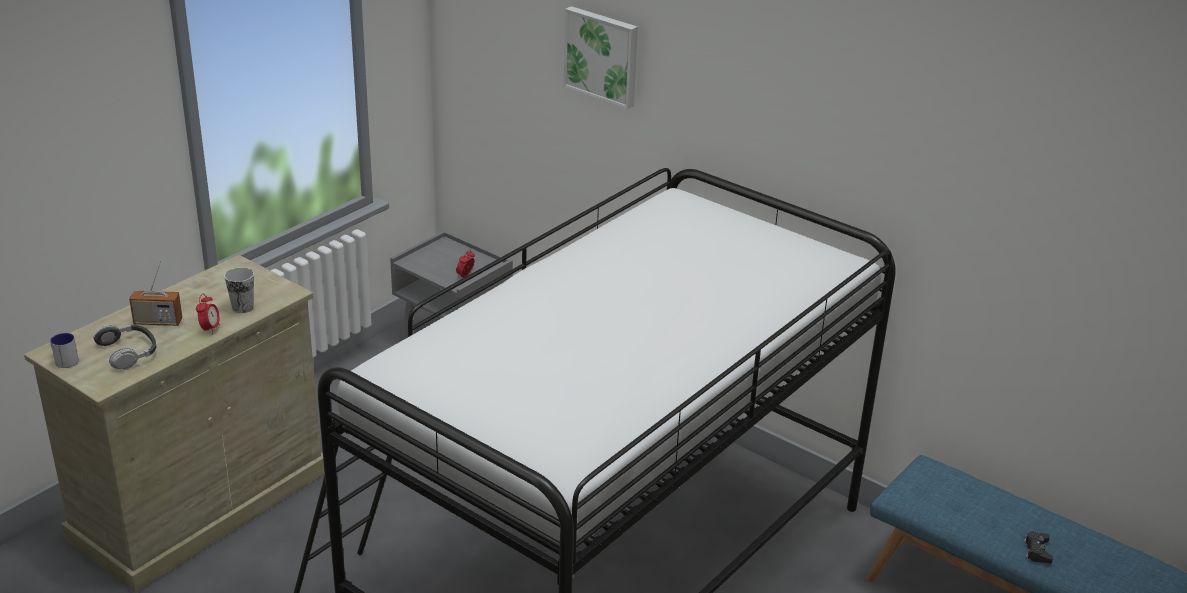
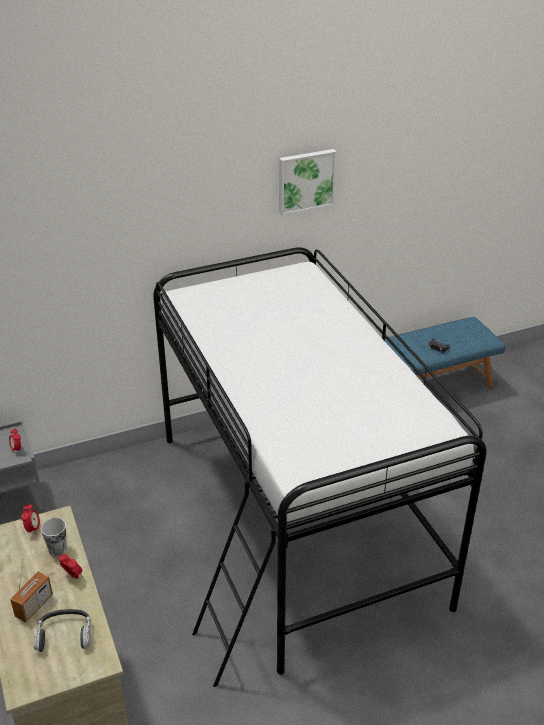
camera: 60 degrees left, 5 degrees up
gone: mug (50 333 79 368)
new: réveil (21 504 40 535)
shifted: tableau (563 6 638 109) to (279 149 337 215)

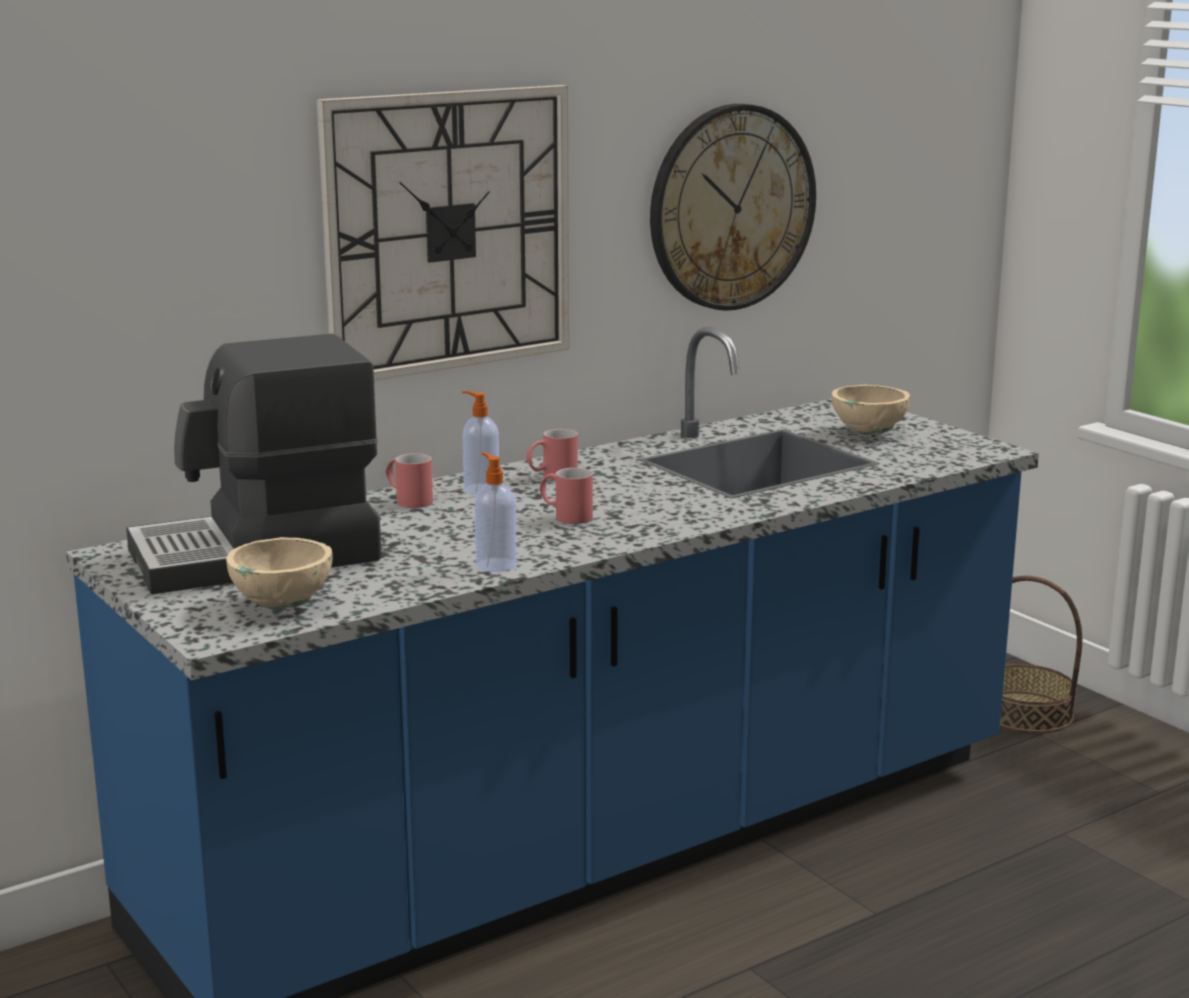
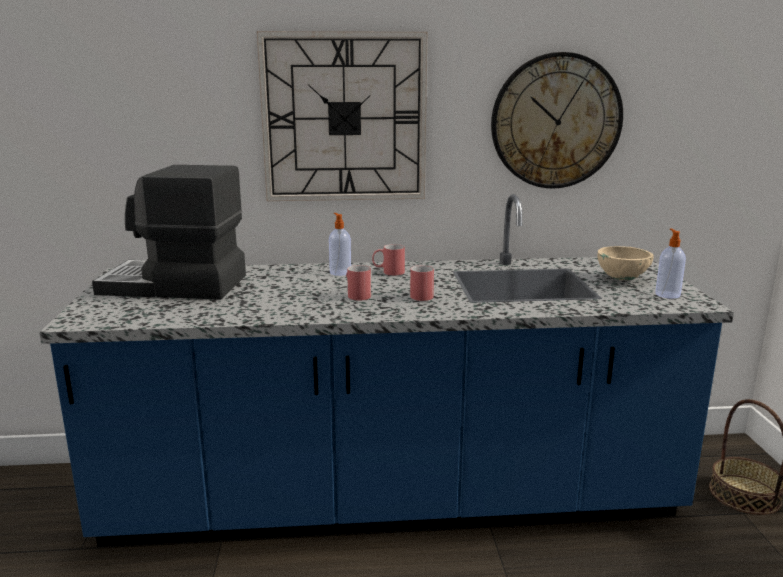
camera: 30 degrees right, 0 degrees up
gone: bol/beige (226 537 333 610)
shifted: mug/rouge (385 453 433 508) to (410 265 434 301); distributeur de savon (474 452 517 572) to (655 229 686 299)

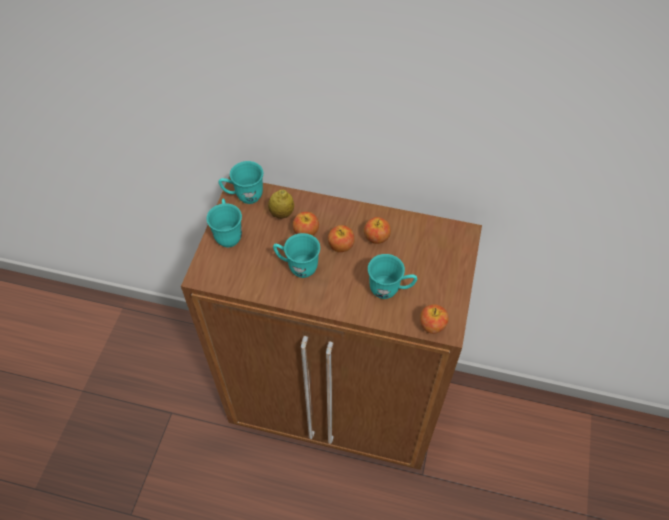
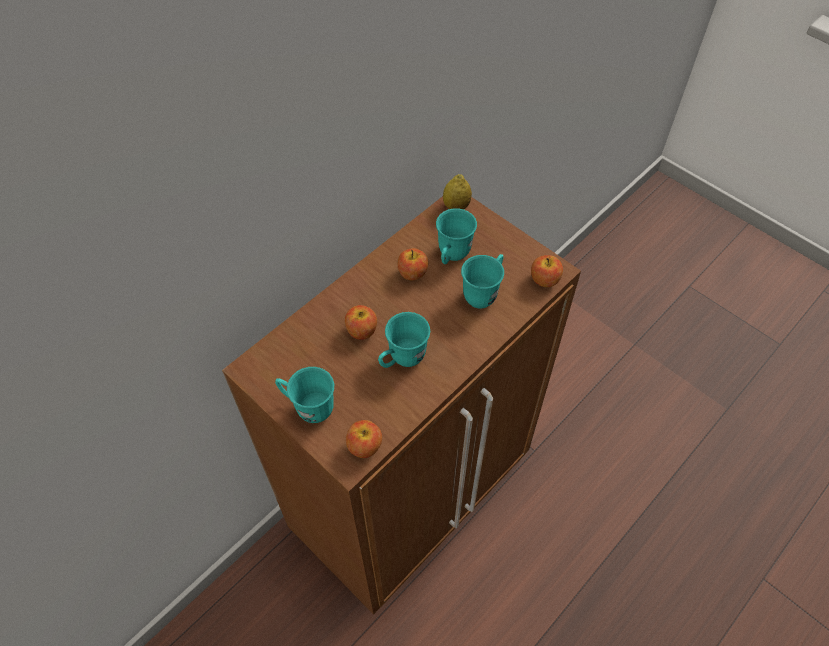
camera: 60 degrees left, 0 degrees up
shifted: mug/turquoise (218 161 263 204) to (436 208 477 264); citron (268 190 294 219) to (443 174 472 209); pomme (328 225 355 252) to (346 420 382 458)

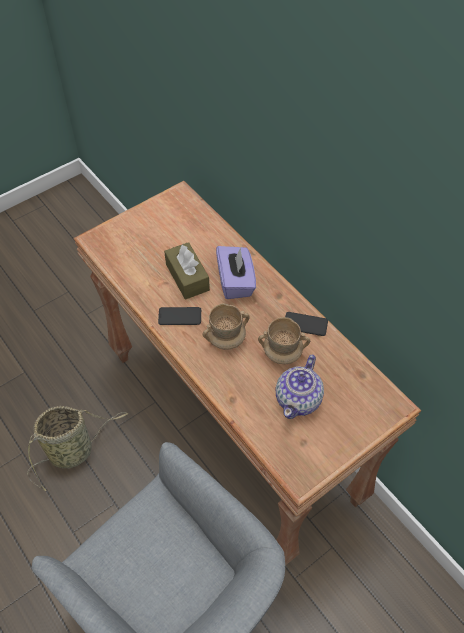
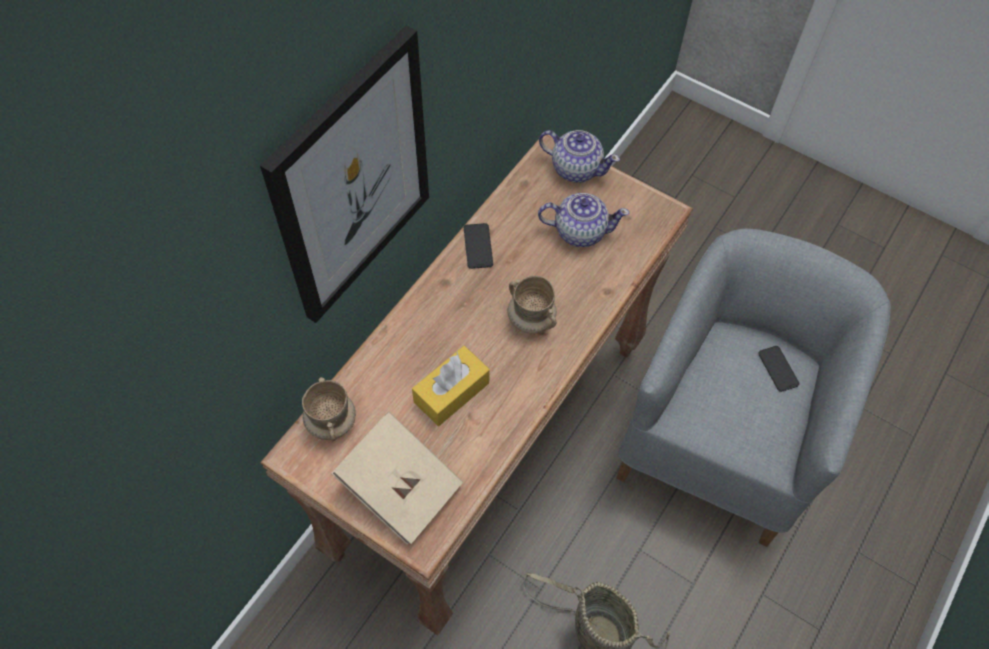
camera: 110 degrees left, 5 degrees up
gone: boîte à mouchoirs/violet (216 246 256 299)
new: tableau (260 26 429 323); livre/beige (331 412 463 545); théière (539 130 620 183)
shifted: téléphone (158 307 201 325) to (758 346 799 392); mug/beige (258 317 310 364) to (302 377 356 441)
repainted: boîte à mouchoirs/marron (164 242 210 300) to boîte à mouchoirs/jaune (412 346 490 426)

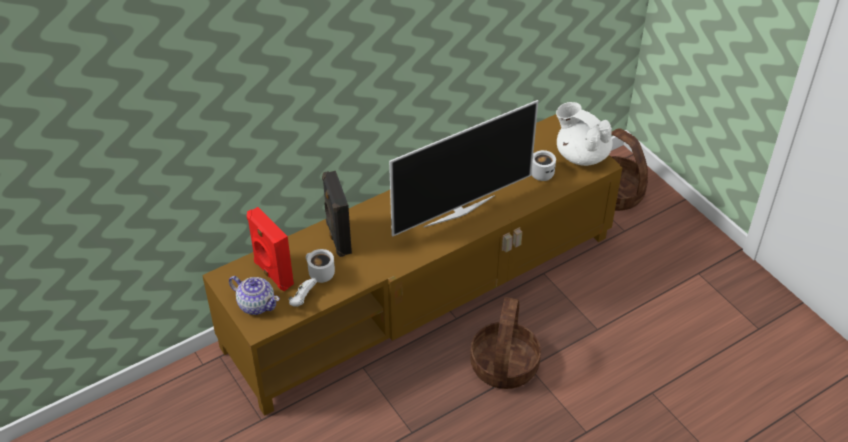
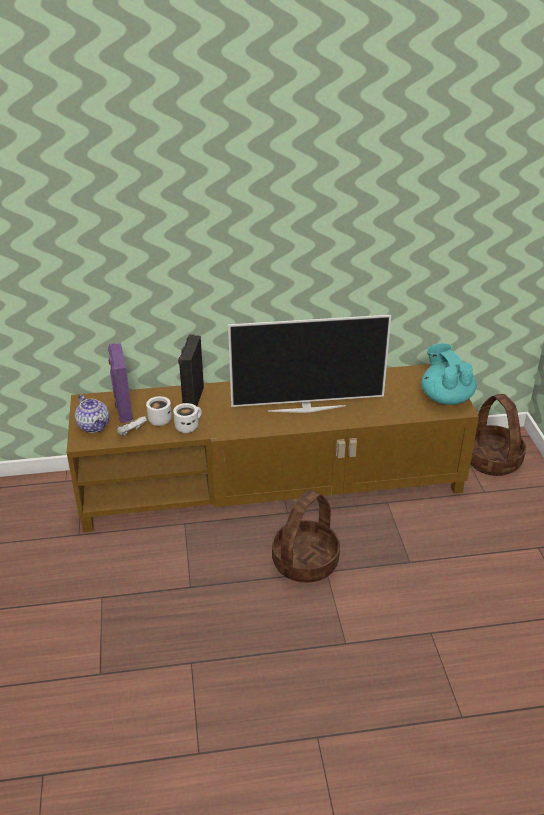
camera: 25 degrees right, 10 degrees down
shifted: mug/blanc (531 150 556 181) to (173 403 202 433)
repainted: enceinte/rouge (247 207 294 291) to enceinte/violet (108 343 133 423); théière/blanc (556 102 613 166) to théière/turquoise (421 343 477 405)

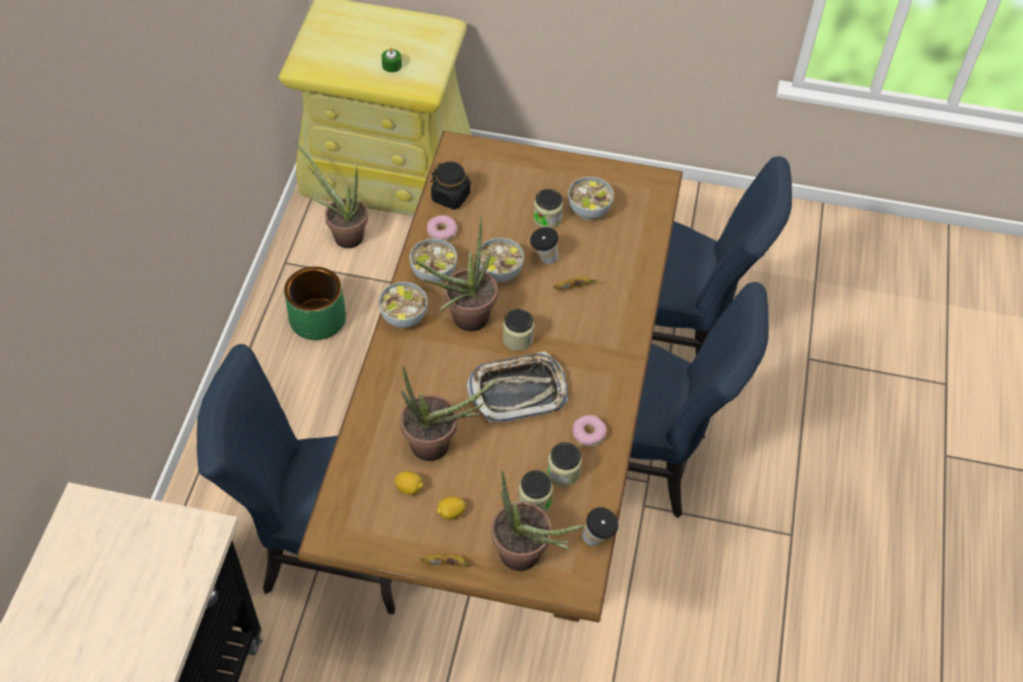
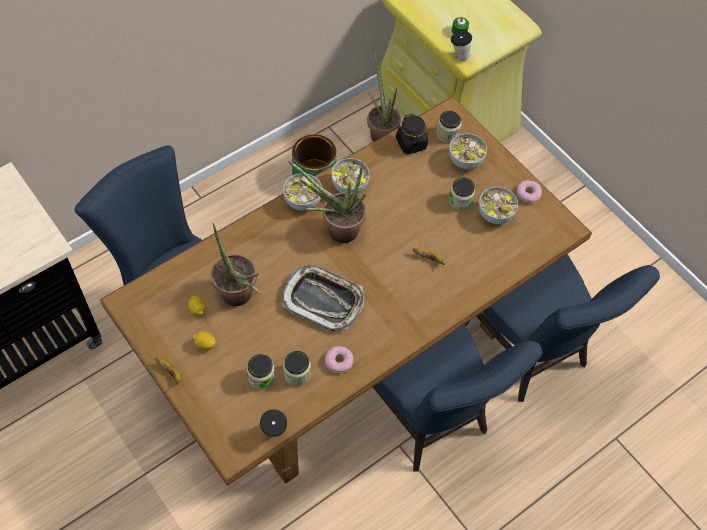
camera: 40 degrees right, 5 degrees up
gone: plante en pot (491 469 585 571)
shifted: beignet (427 215 457 241) to (516 180 542 204); bol (479 238 524 282) to (449 133 487 169); bocal (503 309 534 351) to (436 111 462 143); tasse (530 227 558 264) to (451 31 472 61)

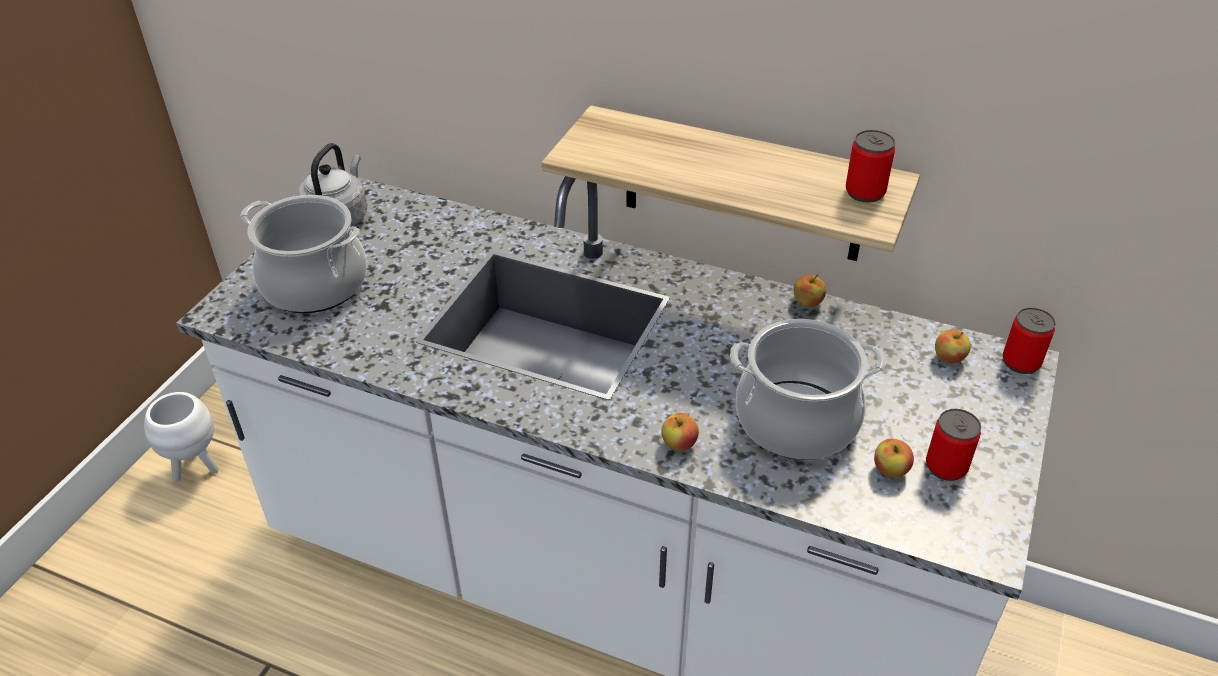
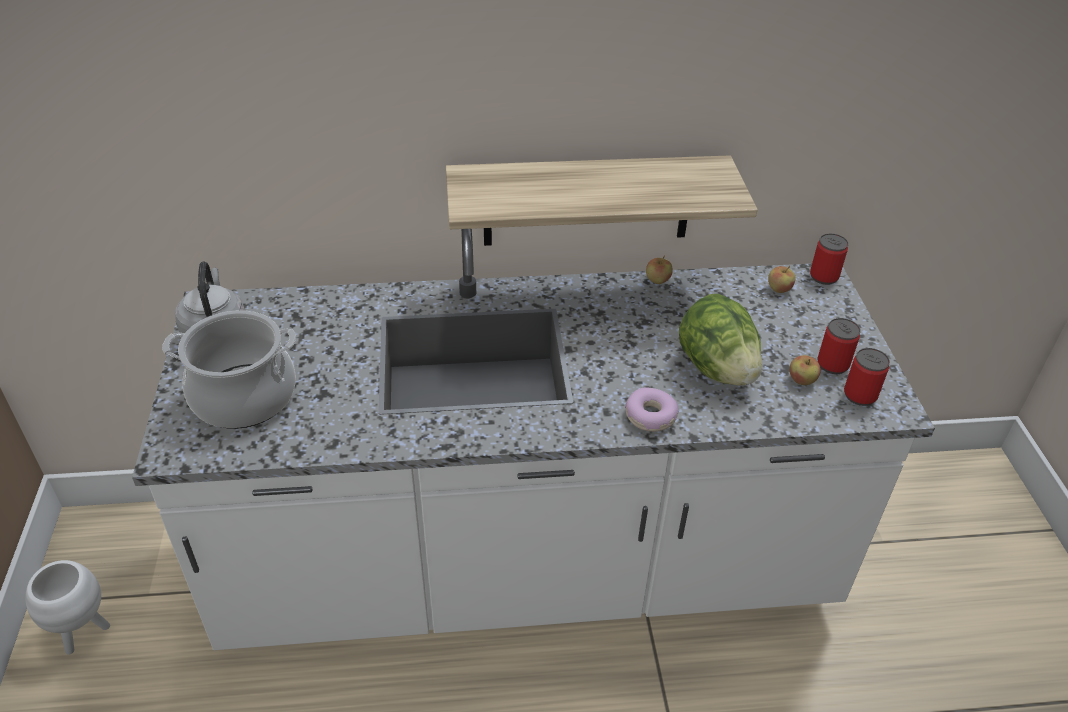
camera: 30 degrees left, 0 degrees up
shifted: boîte métallique (846 130 895 203) to (844 348 890 406)
swapped: pomme (661 413 699 451) to beignet (625 388 679 432); marmite (730 319 886 460) to laitue (679 294 762 386)

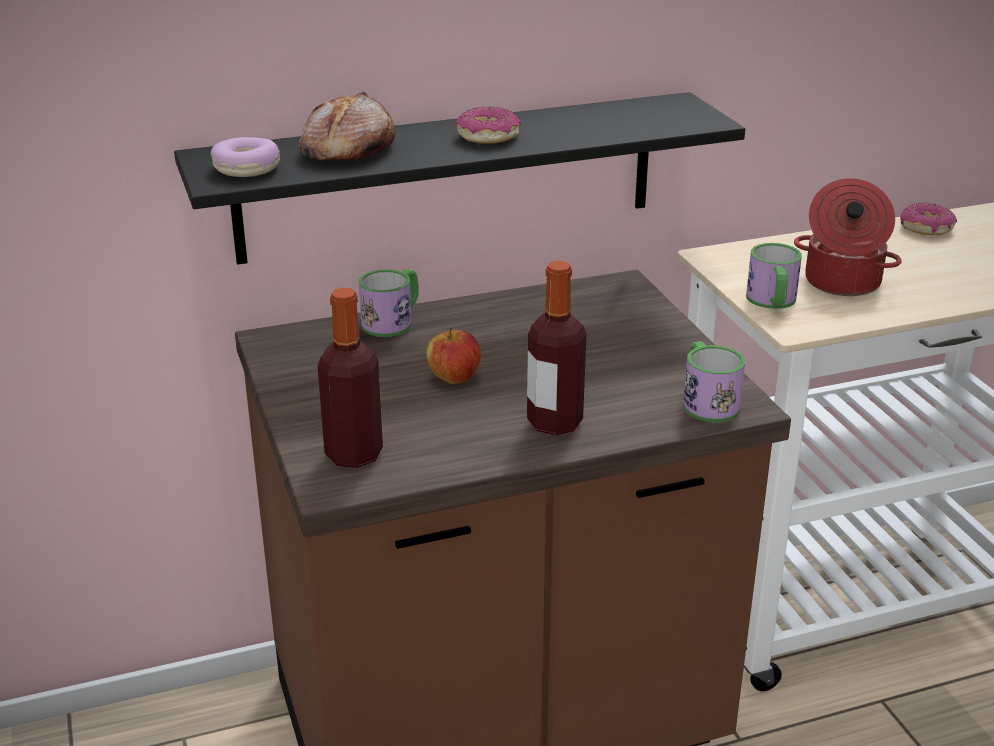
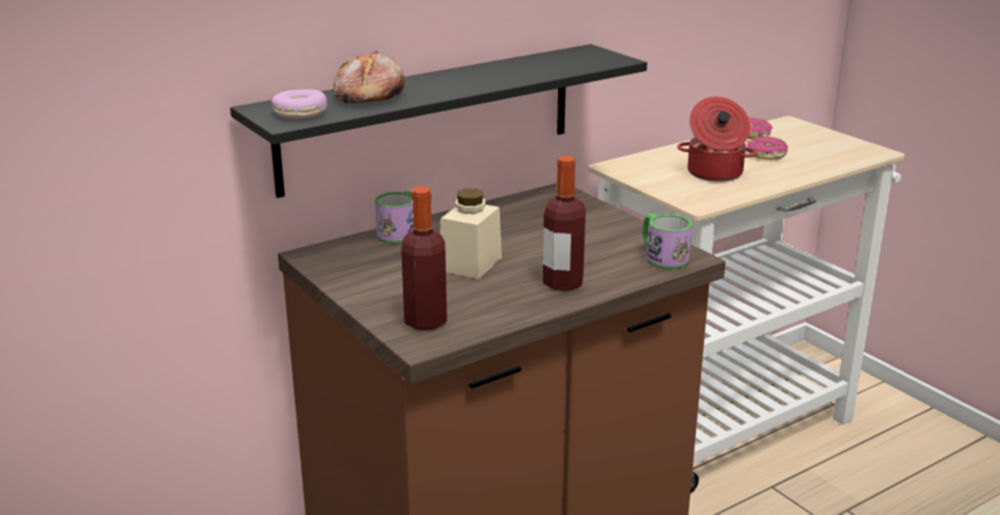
camera: 15 degrees left, 5 degrees down
gone: mug (746 243 802 309)
shifted: beignet (455 107 521 143) to (747 136 788 160)
swapped: pomme (427 327 481 384) to bocal/beige (441 188 502 279)

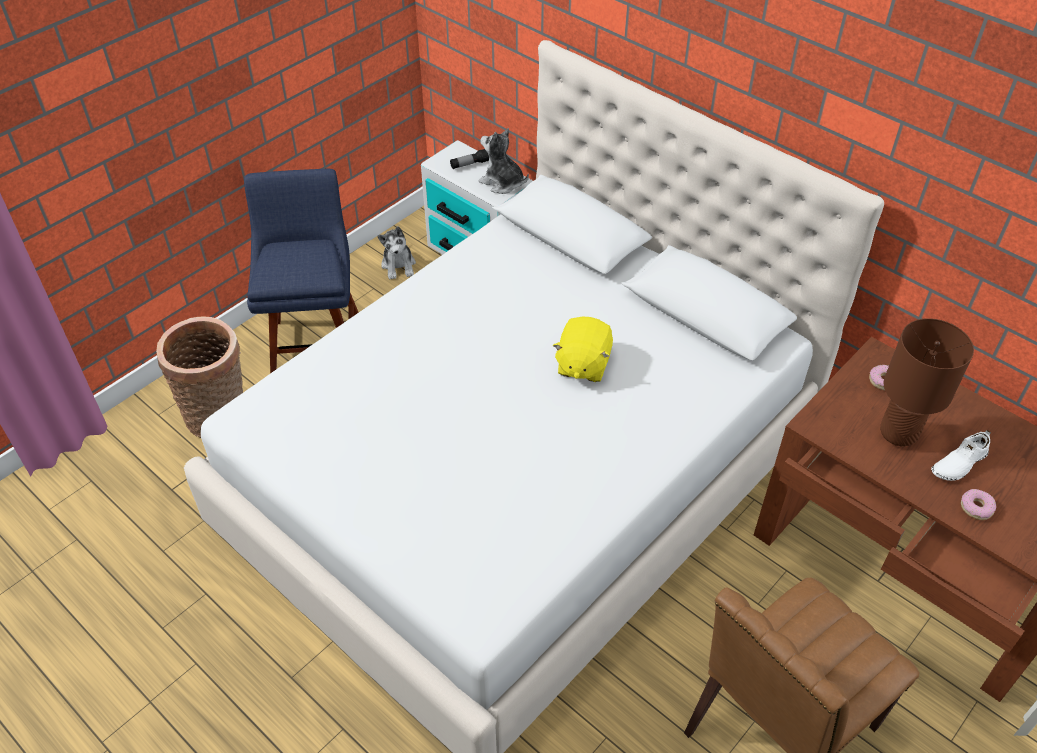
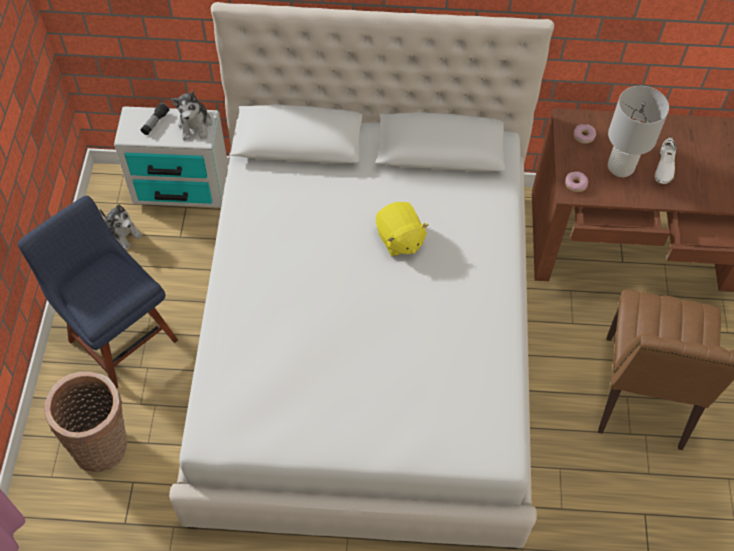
camera: 40 degrees left, 10 degrees up
shifted: beignet (961 489 996 520) to (565 171 588 192)
repainted: lampe de table/marron (880 318 974 446) to lampe de table/gris (608 86 669 177)
rotated: peluche (479 128 529 194) = (171 91 212 140) 90 degrees counterclockwise

